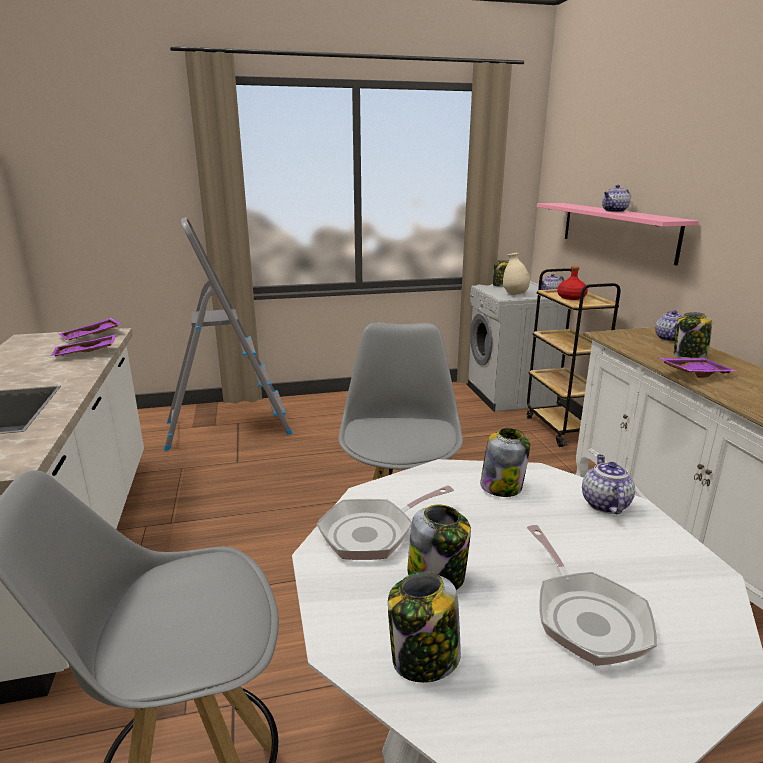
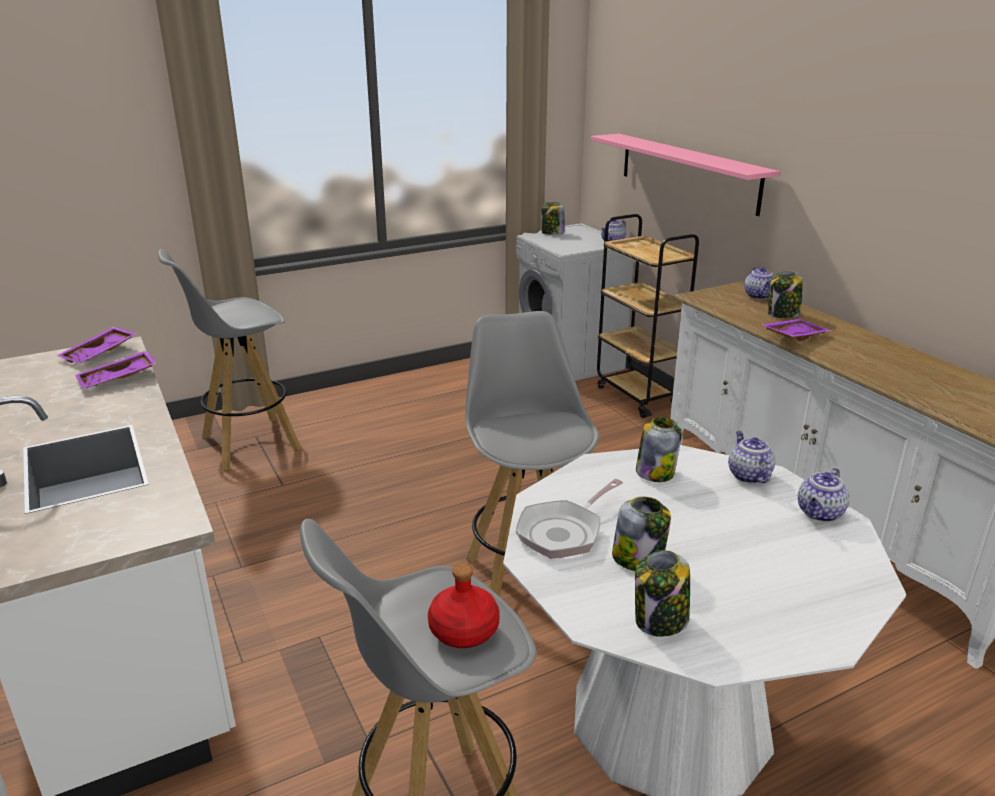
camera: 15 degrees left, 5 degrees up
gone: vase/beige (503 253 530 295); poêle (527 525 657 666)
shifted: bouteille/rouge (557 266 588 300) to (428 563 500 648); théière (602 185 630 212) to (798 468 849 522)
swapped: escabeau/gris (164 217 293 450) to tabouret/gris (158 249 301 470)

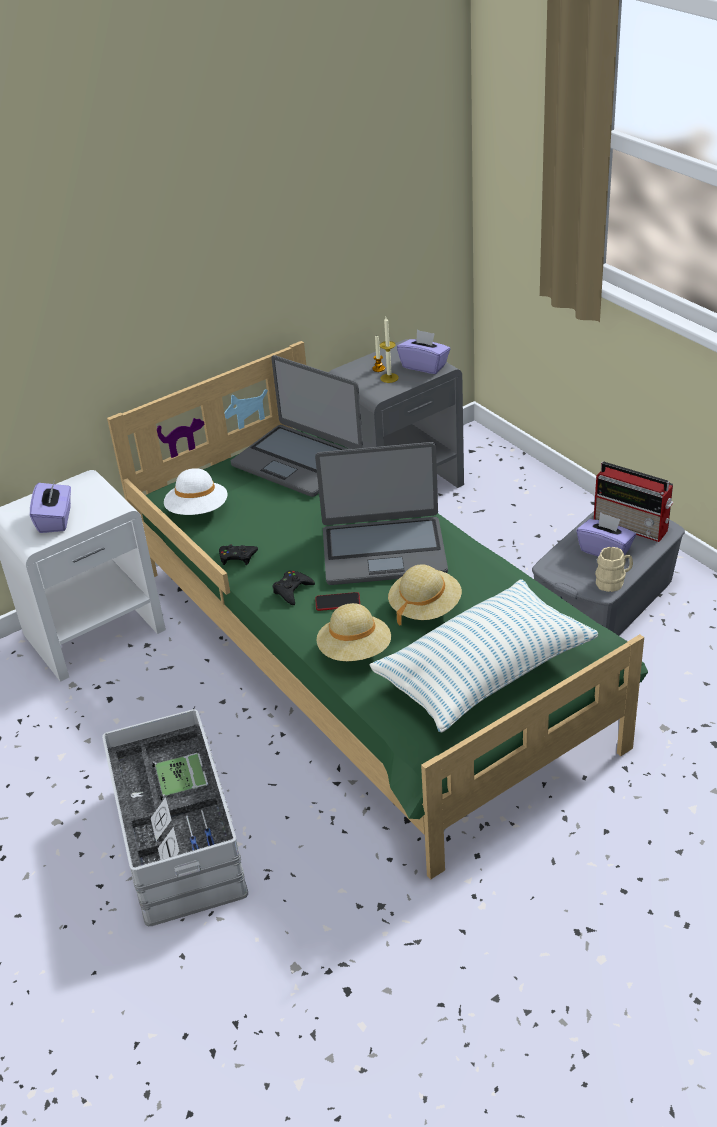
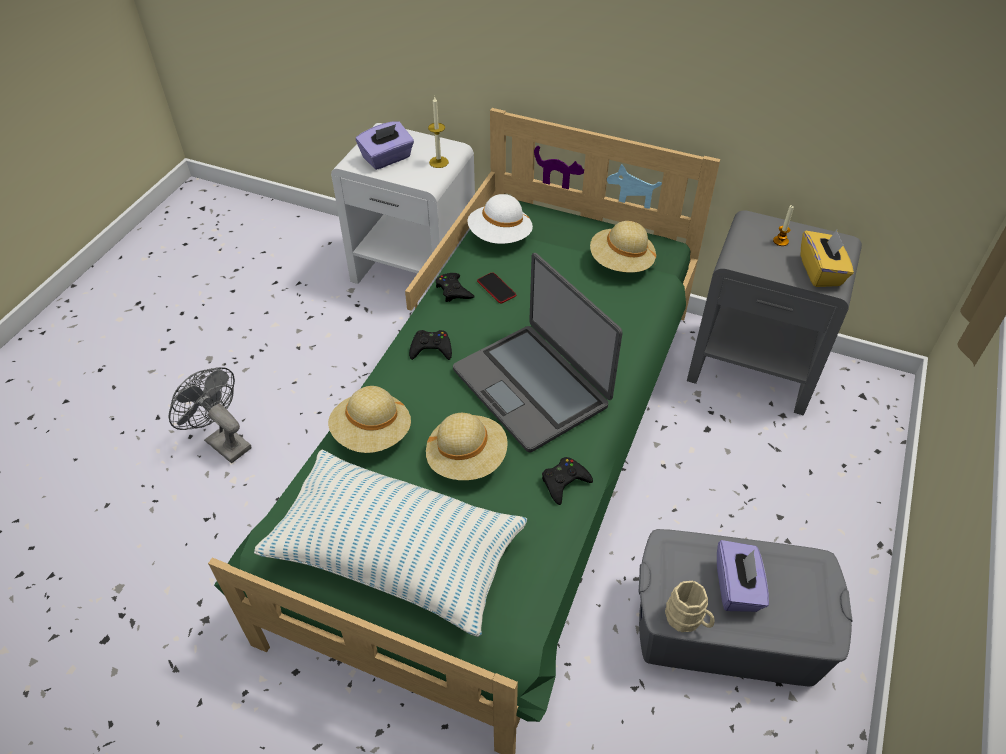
camera: 55 degrees right, 10 degrees up
gone: radio (594 462 674 542)
new: manette/noir (542 457 593 505)
shifted: téléphone (315 592 360 611) to (477 272 516 303); bougie (380 317 399 383) to (428 96 449 168)
swapped: boîte de rangement/gris (102 709 248 926) to ventilateur/gris (169 367 252 463); ordinateur portable (231 355 363 497) to chapeau/beige (590 221 656 273)
repainted: boîte à mouchoirs/violet (397 330 450 374) to boîte à mouchoirs/jaune (800 230 854 287)

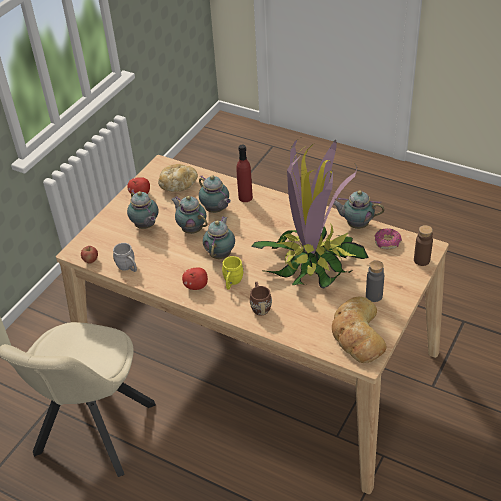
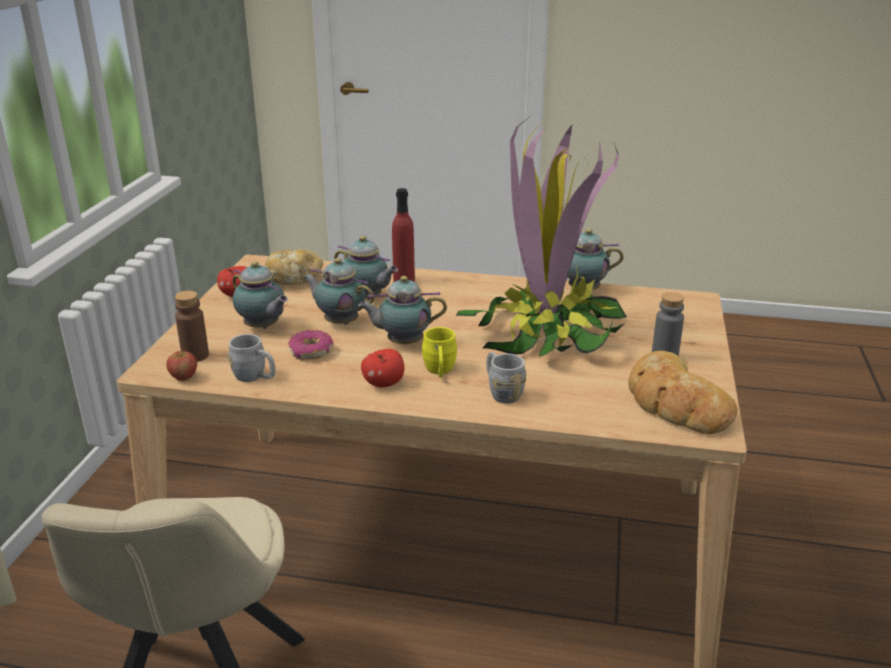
camera: 20 degrees left, 15 degrees down
shifted: beignet (374 228 402 249) to (288 330 334 360); bouteille/marron (414 225 433 266) to (175 290 209 362)
repainted: mug/marron (250 282 272 315) to mug/gris (486 352 526 404)
rotated: théière (203 216 235 259) = (358 276 447 344) 90 degrees counterclockwise

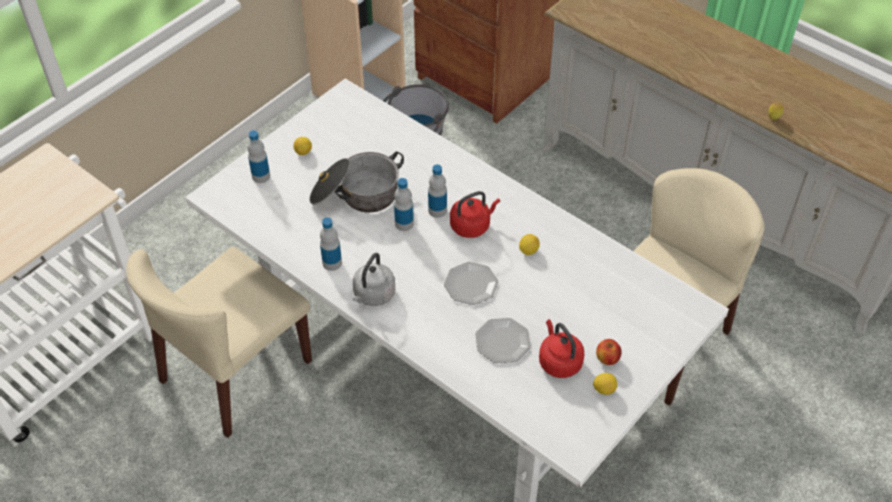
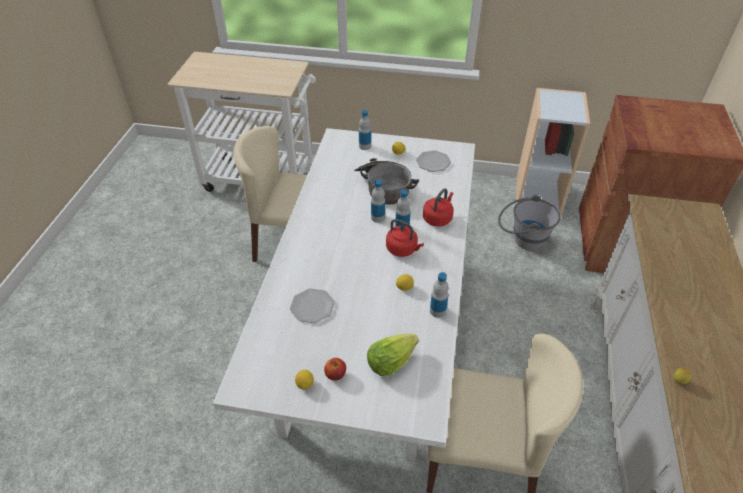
camera: 60 degrees right, 5 degrees down
gone: bouilloire/gris (353 253 395 306)
new: laitue (367 334 419 376)
shifted: bouteille (320 217 342 271) to (430 272 449 318); assiette (444 262 498 305) to (416 150 451 172); bouilloire/rouge (539 319 584 378) to (423 188 453 227)

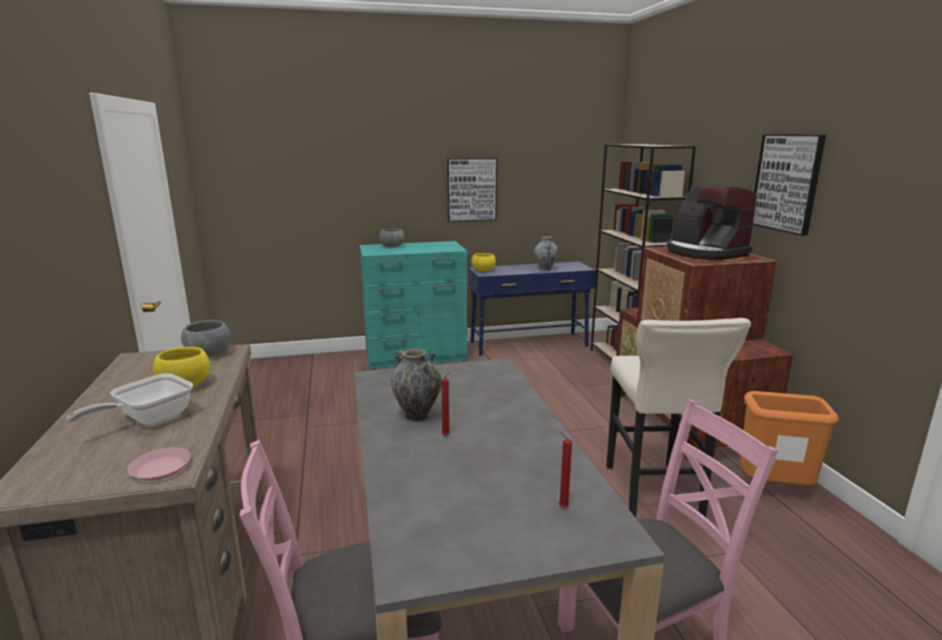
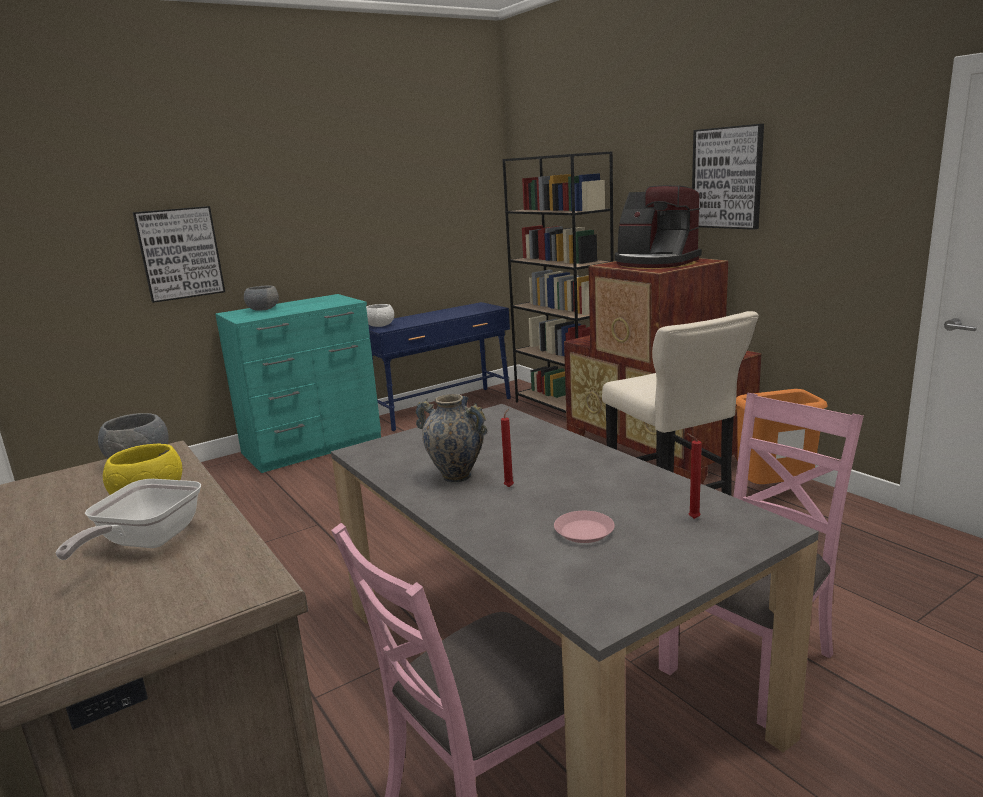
camera: 20 degrees left, 0 degrees up
gone: vase (534 236 558 271)
shifted: assiette/rose (128 448 191 481) to (554 511 615 543); tableau (447 158 497 222) to (133 206 225 303)
repainted: bol/jaune (471 253 496 271) to bol/blanc (366 304 394 327)

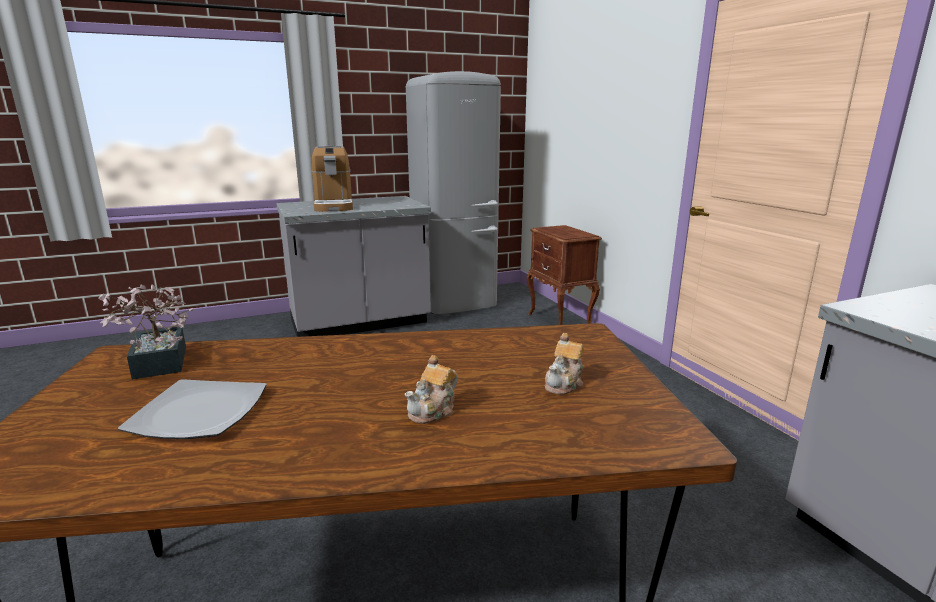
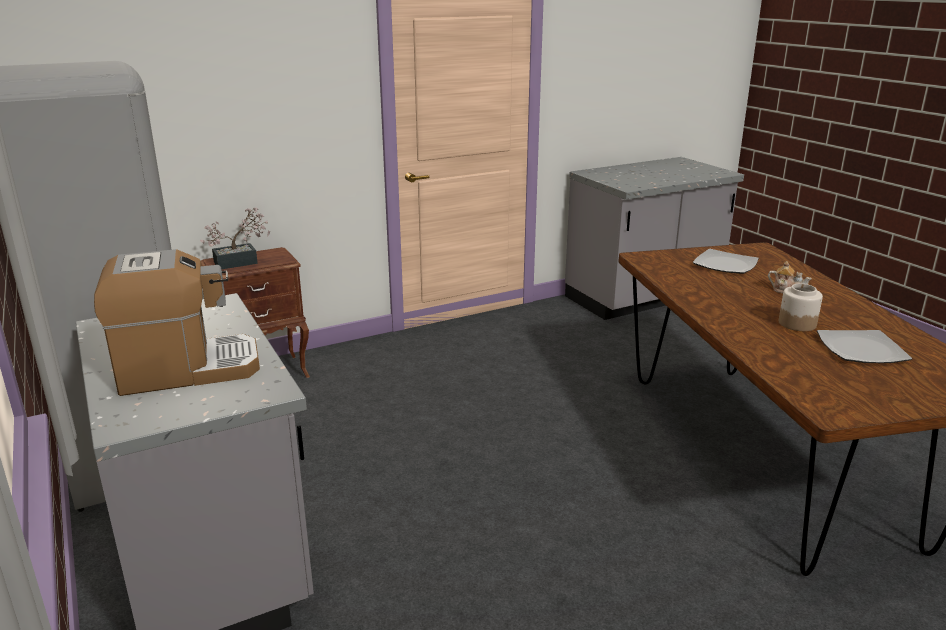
camera: 95 degrees left, 5 degrees up
new: bocal (779 284 823 331)
shifted: plante en pot (98 284 194 380) to (200 207 270 270)
swapped: théière (545 333 584 395) to assiette (693 249 759 274)

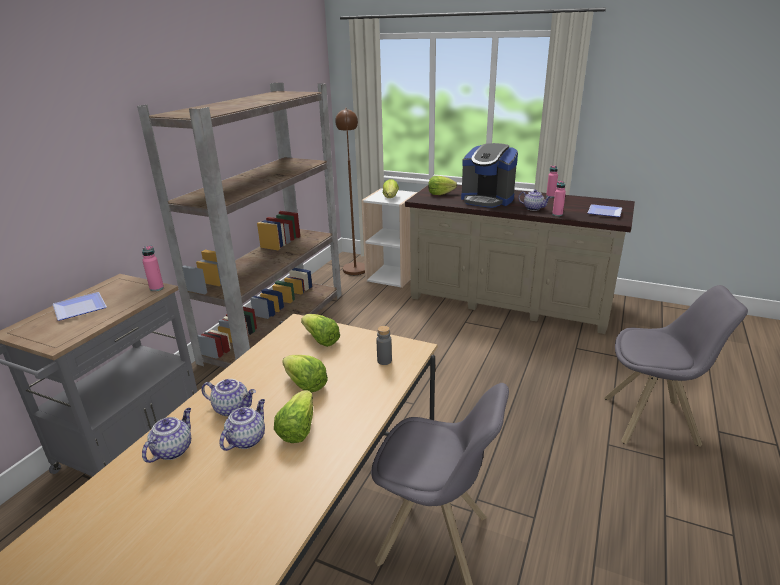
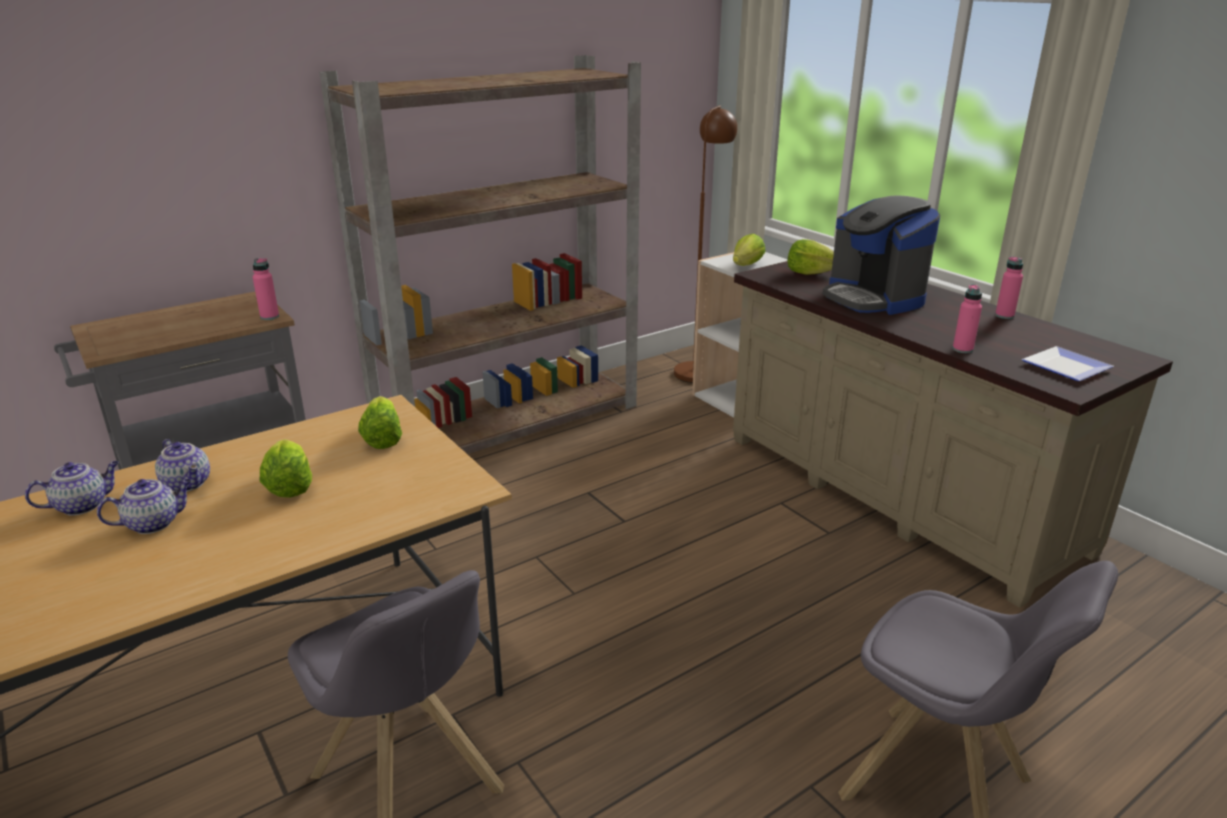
camera: 30 degrees right, 0 degrees up
gone: assiette (53 292 107 321); laitue (274 390 313 443); bouteille/gris (376 326 392 365); théière (518 190 551 211)

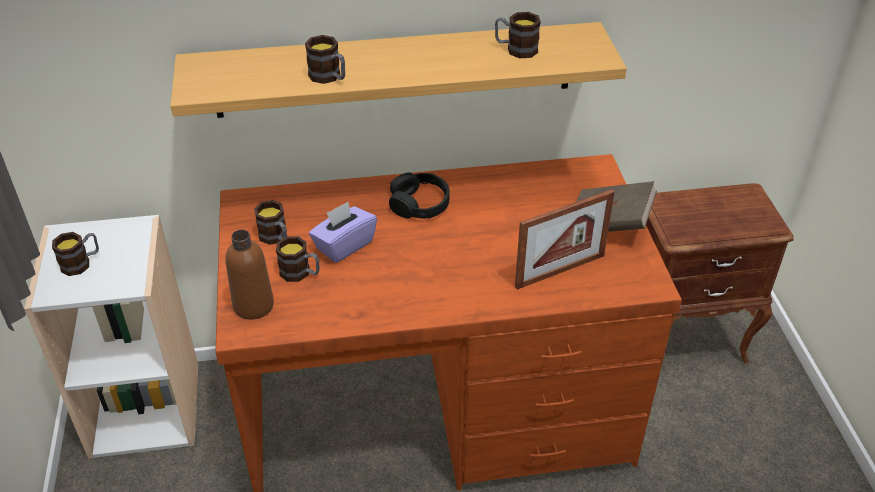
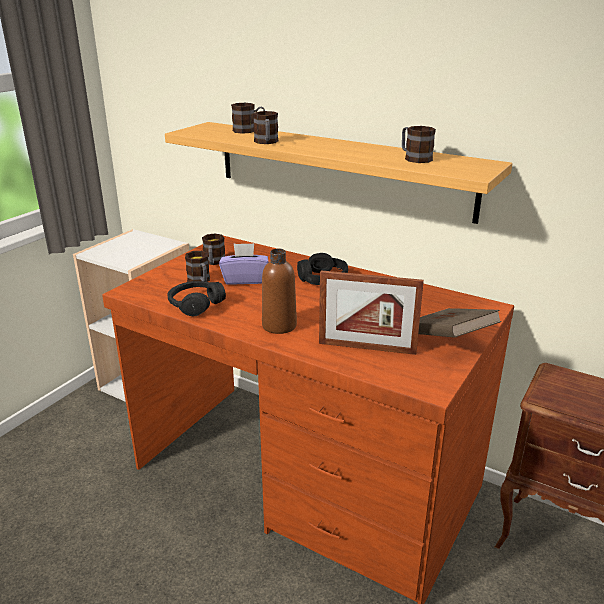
camera: 40 degrees right, 15 degrees down
new: casque audio/noir (168 281 226 316)
shifted: mug (52 232 99 276) to (231 103 265 134); bouteille/marron (225 230 274 320) to (262 249 297 334)

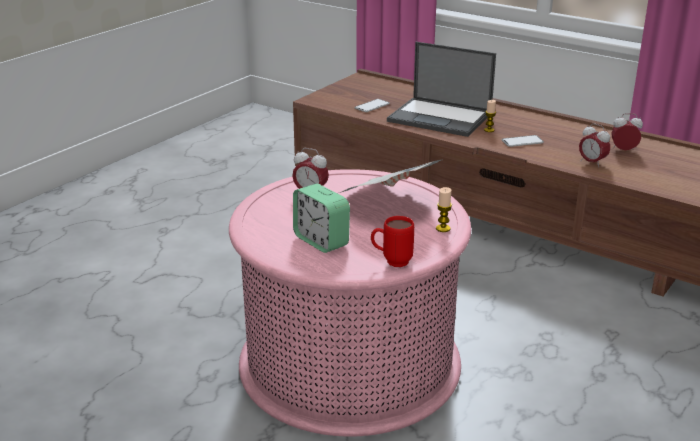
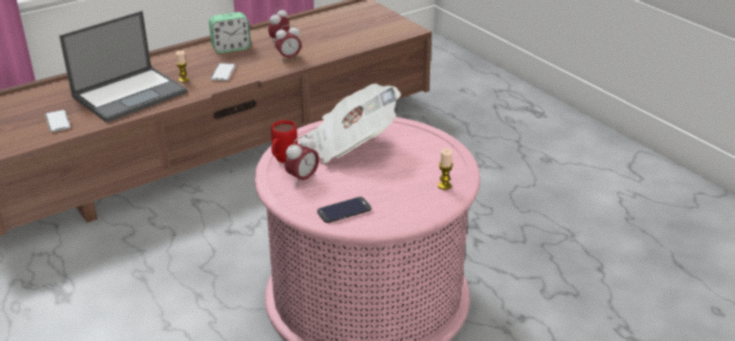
camera: 70 degrees left, 5 degrees up
new: téléphone (317 197 371 223)
shifted: réveil (293 184 350 253) to (209 12 251 53); mug/rouge (371 216 414 267) to (271 120 298 163); bougie (436 187 452 232) to (438 148 453 190)

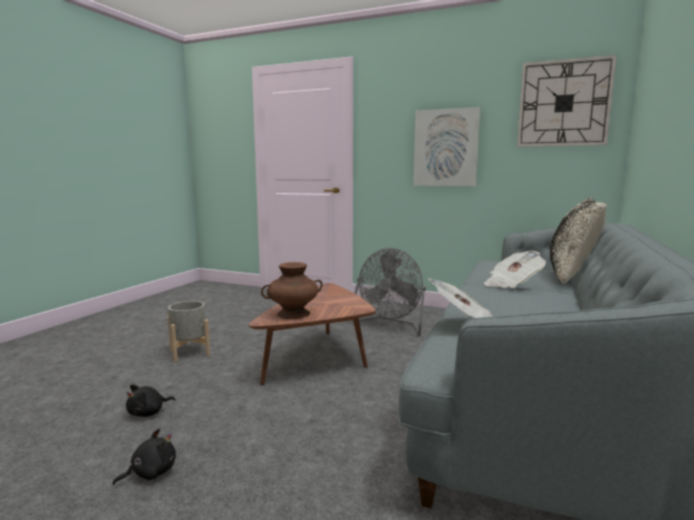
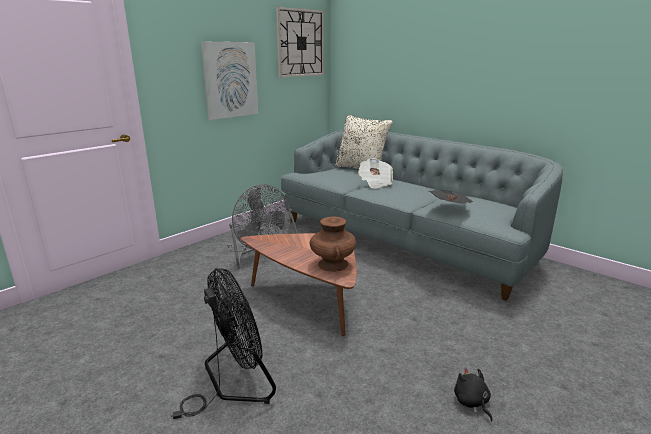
camera: 70 degrees left, 10 degrees up
gone: peluche/noir (126 384 175 417)
swapped: cache-pot/gris (167 301 210 362) to ventilateur/noir (170 268 276 419)

